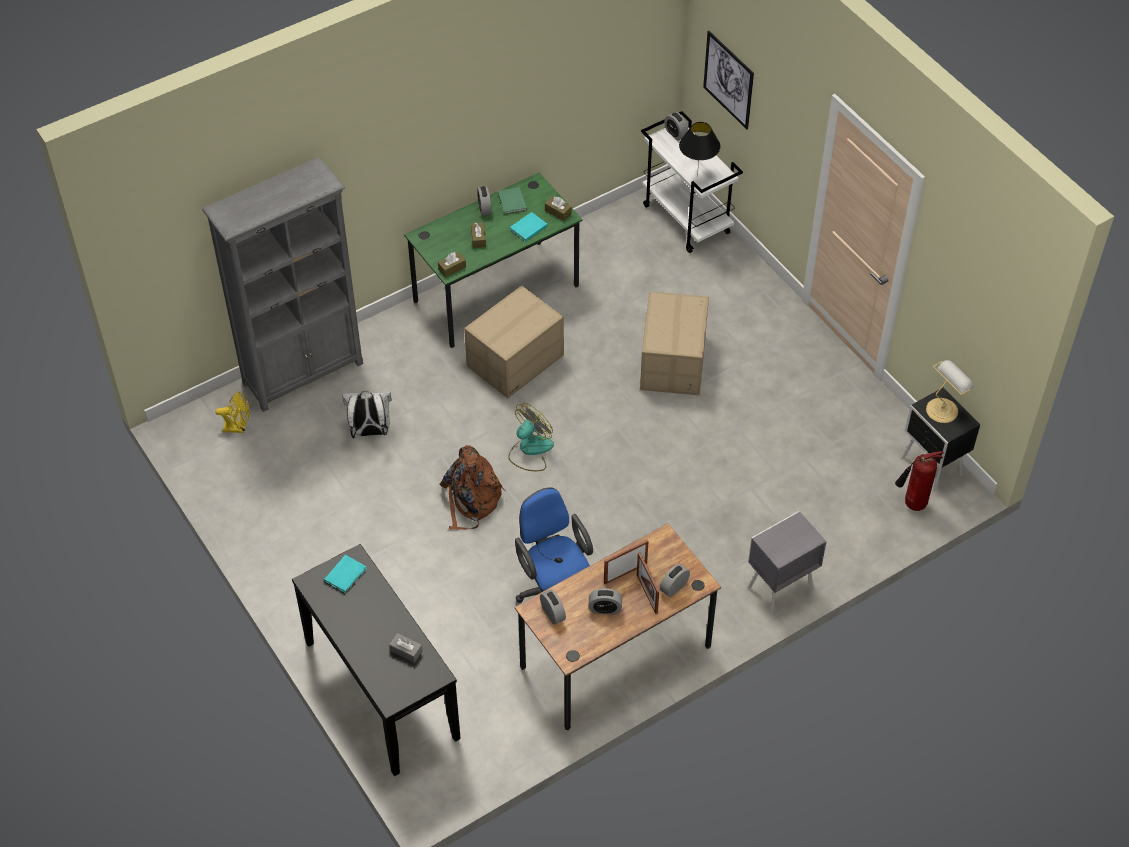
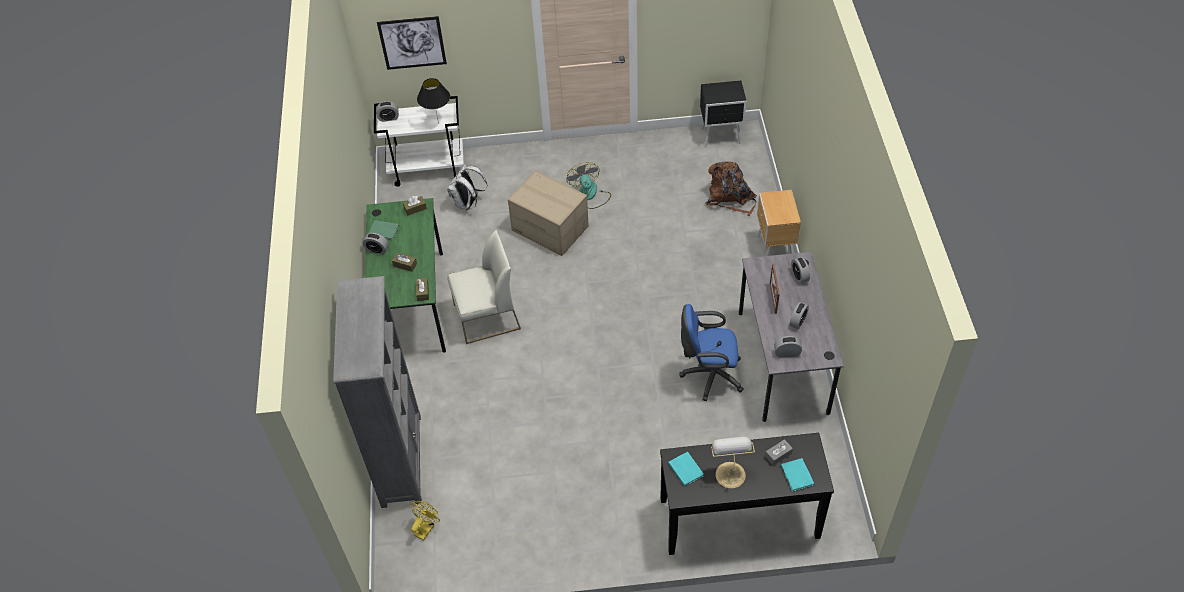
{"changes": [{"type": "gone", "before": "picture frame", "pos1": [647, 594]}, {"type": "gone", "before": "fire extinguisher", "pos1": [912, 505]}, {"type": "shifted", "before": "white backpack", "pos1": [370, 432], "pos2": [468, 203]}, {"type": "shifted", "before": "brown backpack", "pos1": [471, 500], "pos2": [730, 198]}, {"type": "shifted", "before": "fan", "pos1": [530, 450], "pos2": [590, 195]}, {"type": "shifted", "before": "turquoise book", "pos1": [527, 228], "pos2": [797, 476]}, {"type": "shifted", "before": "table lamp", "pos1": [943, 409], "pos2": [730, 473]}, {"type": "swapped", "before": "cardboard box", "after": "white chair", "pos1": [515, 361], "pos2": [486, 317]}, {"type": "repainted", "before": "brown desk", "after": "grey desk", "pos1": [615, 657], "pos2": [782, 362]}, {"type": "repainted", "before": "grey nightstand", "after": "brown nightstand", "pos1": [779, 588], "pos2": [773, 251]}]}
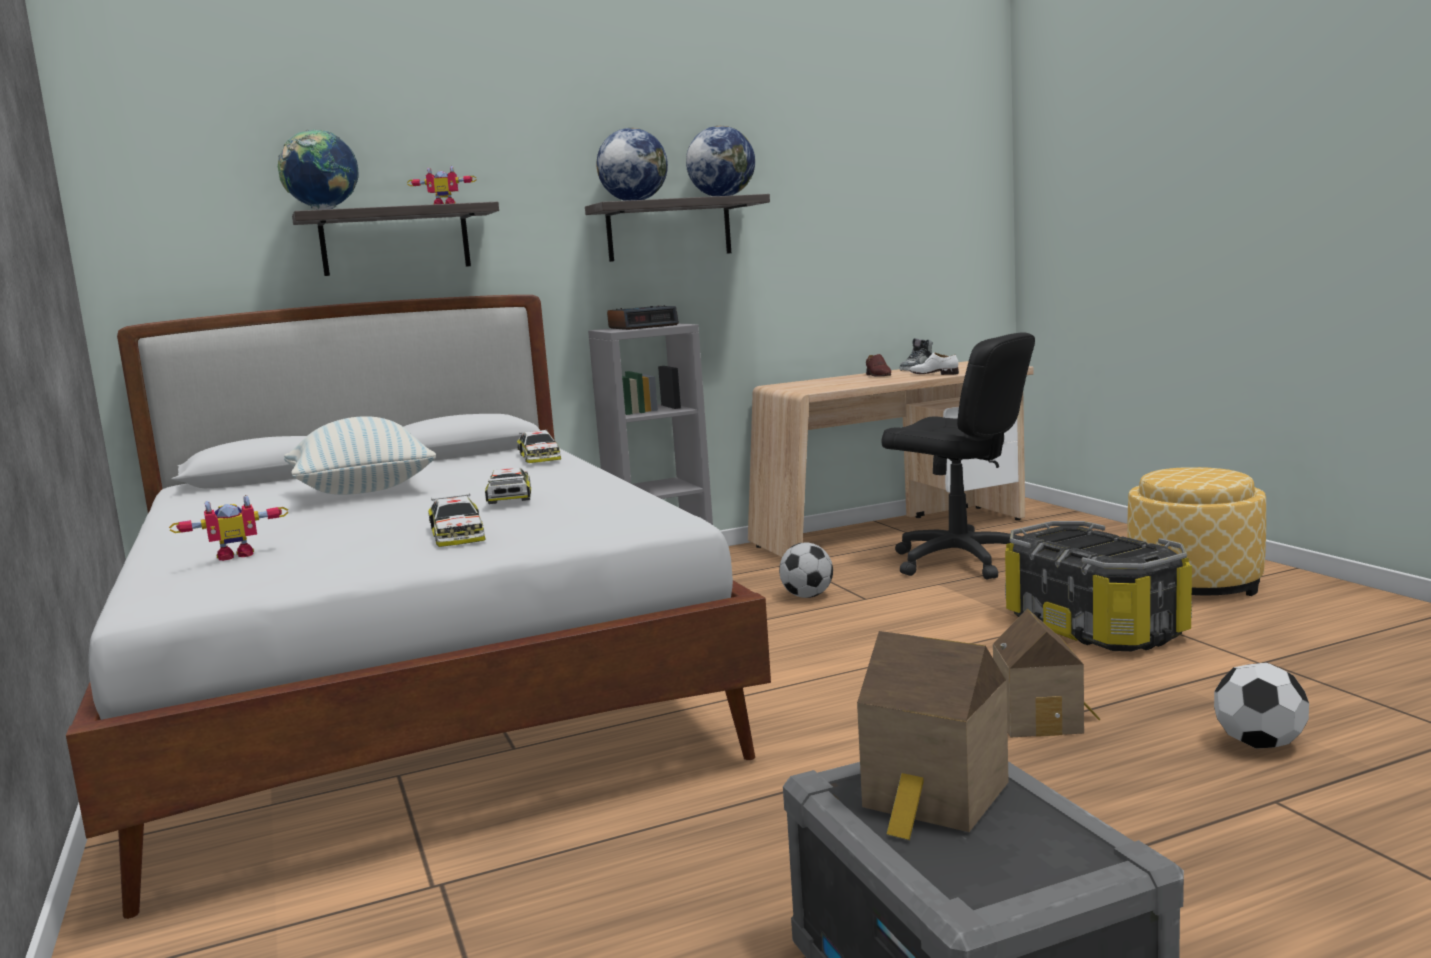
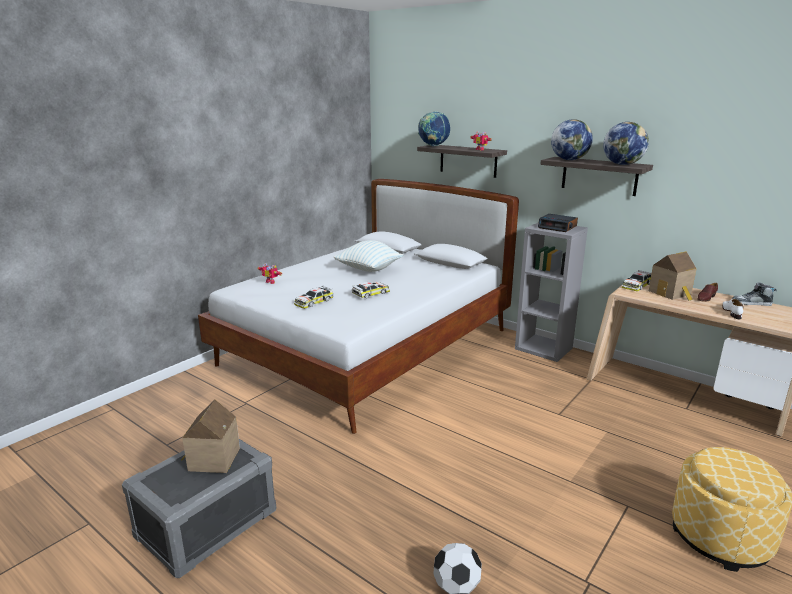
{"changes": [{"type": "gone", "before": "football", "pos1": [807, 596]}, {"type": "gone", "before": "black office chair", "pos1": [959, 561]}, {"type": "gone", "before": "storage box", "pos1": [1095, 627]}, {"type": "shifted", "before": "toy car", "pos1": [539, 457], "pos2": [636, 285]}, {"type": "shifted", "before": "toy house", "pos1": [1042, 720], "pos2": [671, 293]}]}
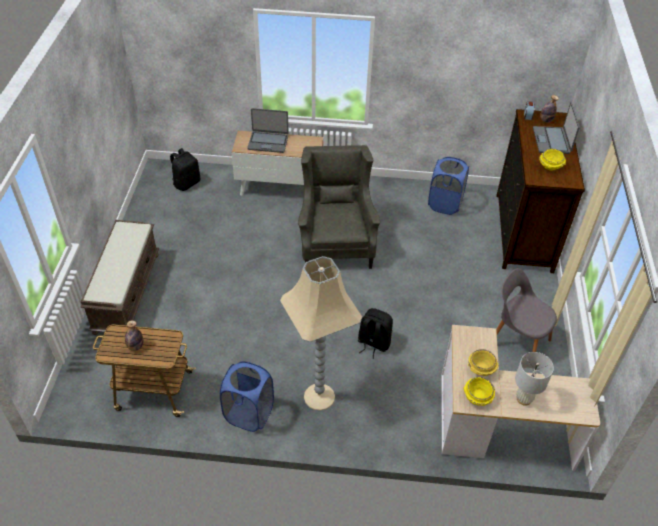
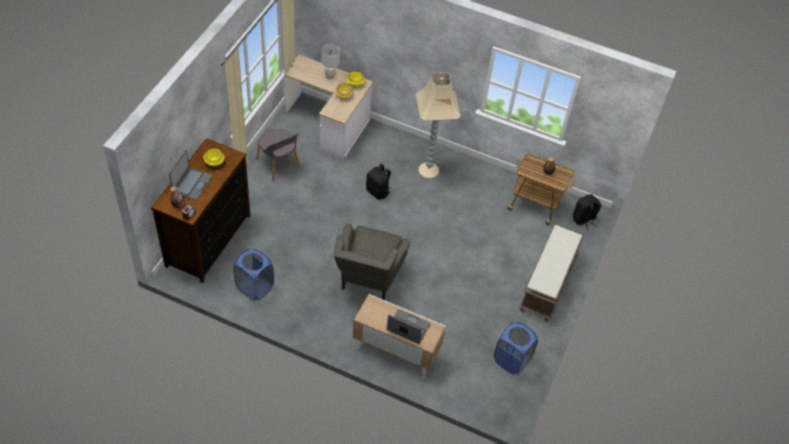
{"changes": [{"type": "shifted", "before": "black backpack", "pos1": [186, 183], "pos2": [583, 220]}, {"type": "shifted", "before": "blue laundry basket", "pos1": [249, 414], "pos2": [511, 360]}]}
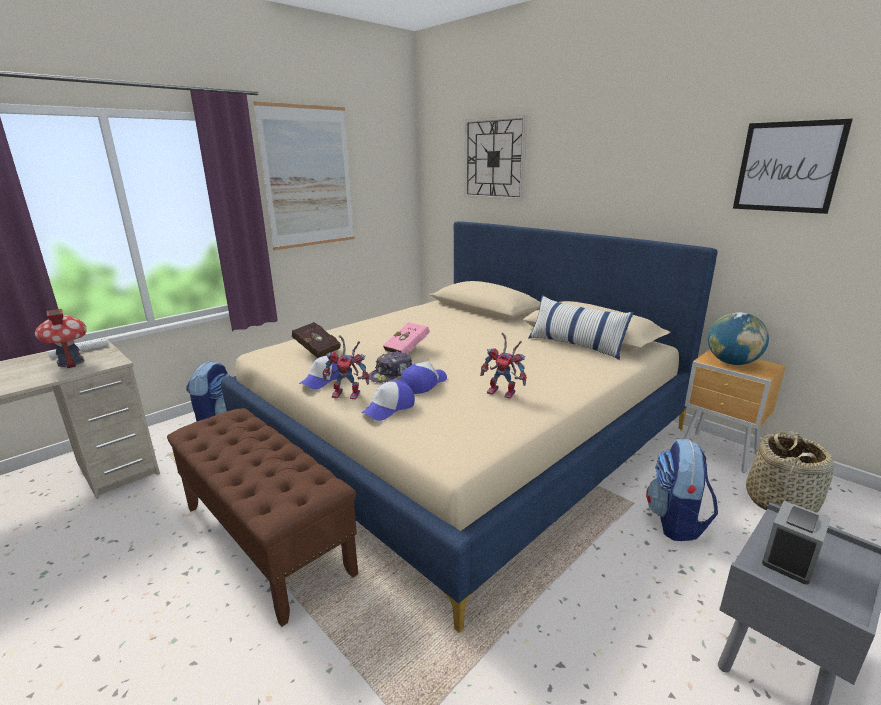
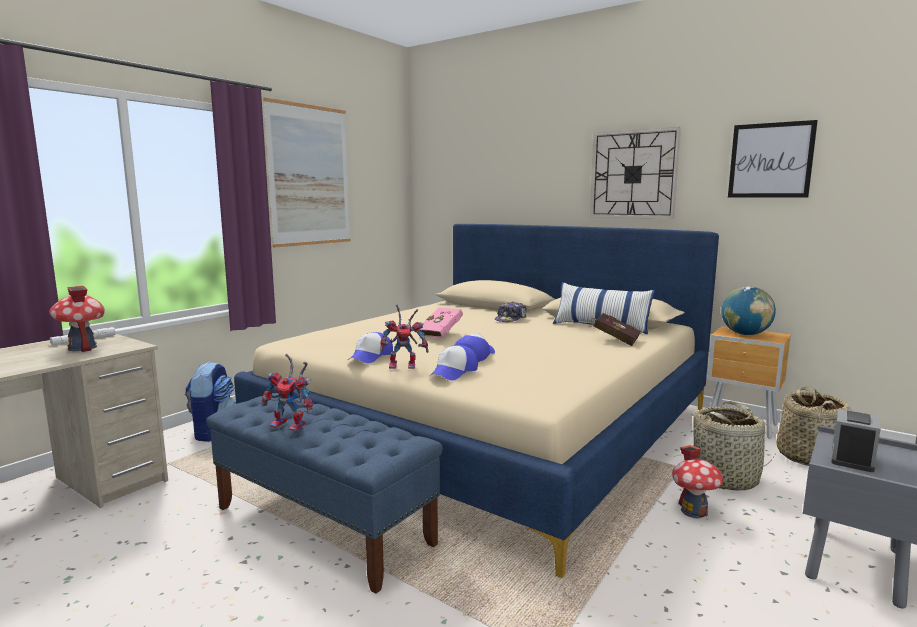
{"changes": [{"type": "new", "after": "toy house", "pos2": [694, 511]}, {"type": "shifted", "before": "red book", "pos1": [316, 350], "pos2": [614, 340]}, {"type": "shifted", "before": "cap", "pos1": [391, 374], "pos2": [511, 319]}, {"type": "shifted", "before": "wall clock", "pos1": [494, 159], "pos2": [633, 174]}, {"type": "shifted", "before": "toy robot", "pos1": [504, 392], "pos2": [292, 425]}, {"type": "swapped", "before": "backpack", "after": "basket", "pos1": [676, 521], "pos2": [726, 478]}, {"type": "repainted", "before": "brown bench", "after": "blue bench", "pos1": [266, 539], "pos2": [323, 526]}]}
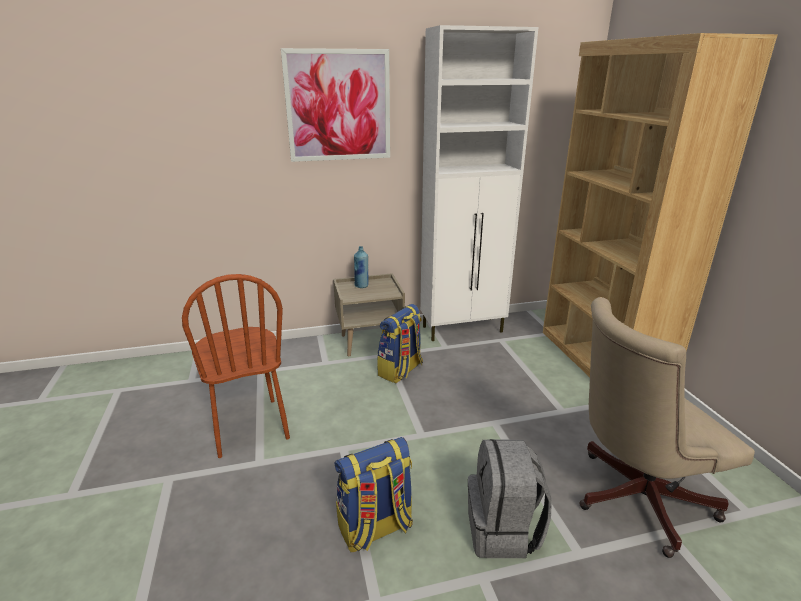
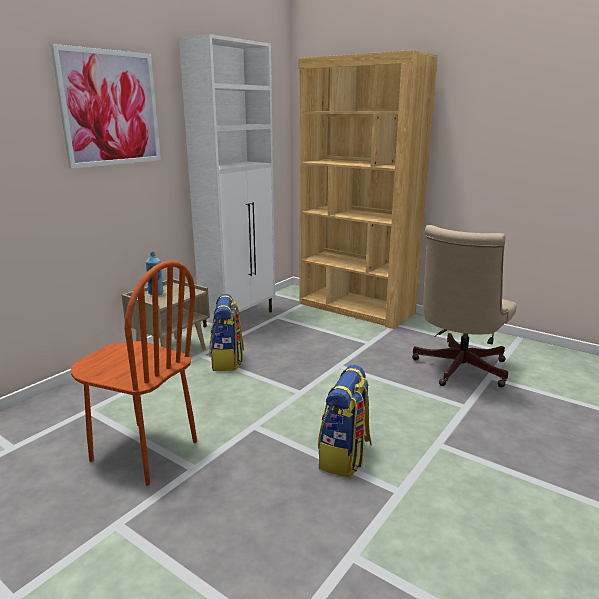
{"changes": [{"type": "gone", "before": "grey backpack", "pos1": [503, 531]}]}
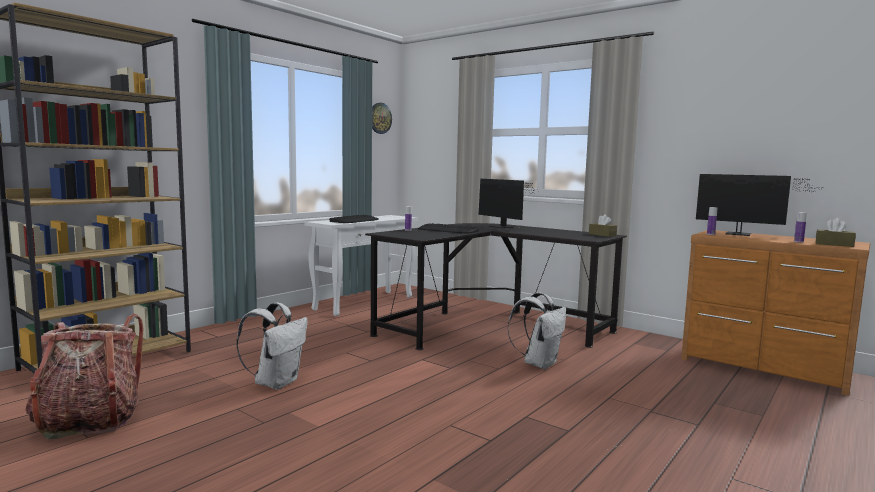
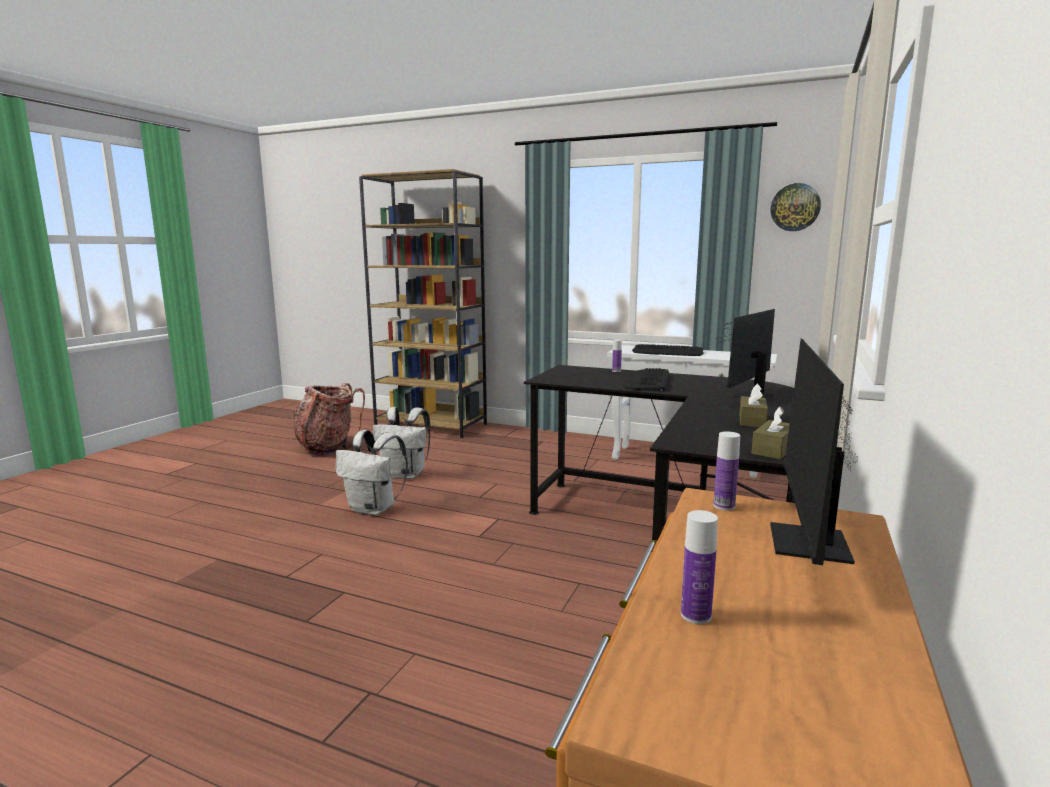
{"changes": [{"type": "shifted", "before": "white backpack", "pos1": [539, 363], "pos2": [374, 509]}, {"type": "shifted", "before": "brown tissue box", "pos1": [834, 244], "pos2": [752, 421]}]}
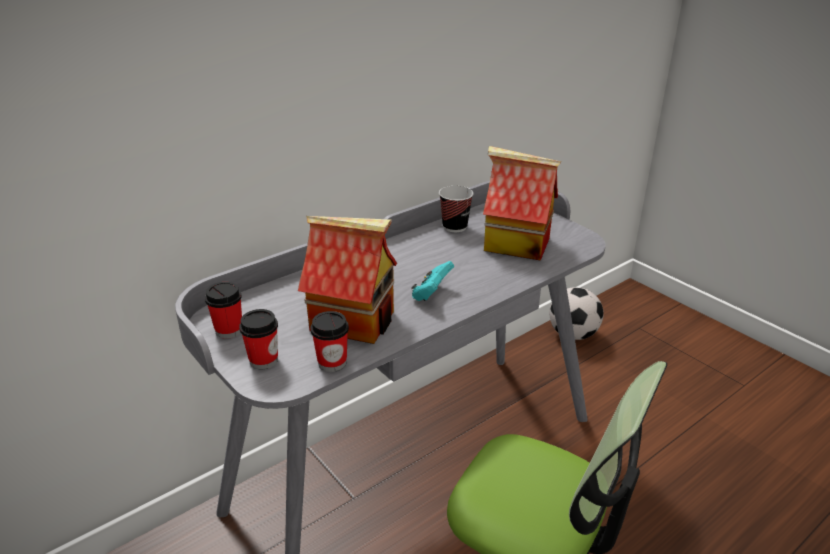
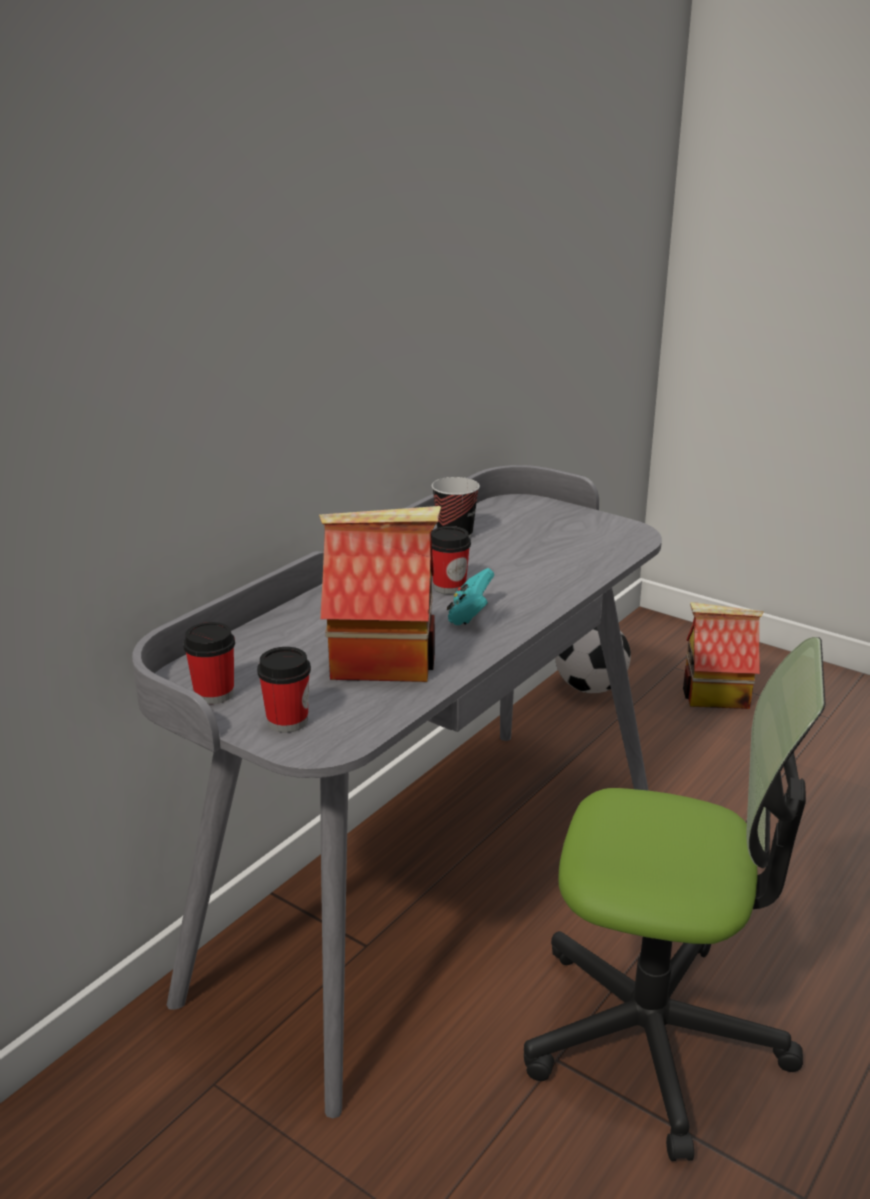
{"changes": [{"type": "shifted", "before": "cup", "pos1": [332, 362], "pos2": [449, 587]}, {"type": "shifted", "before": "toy house", "pos1": [515, 245], "pos2": [715, 695]}]}
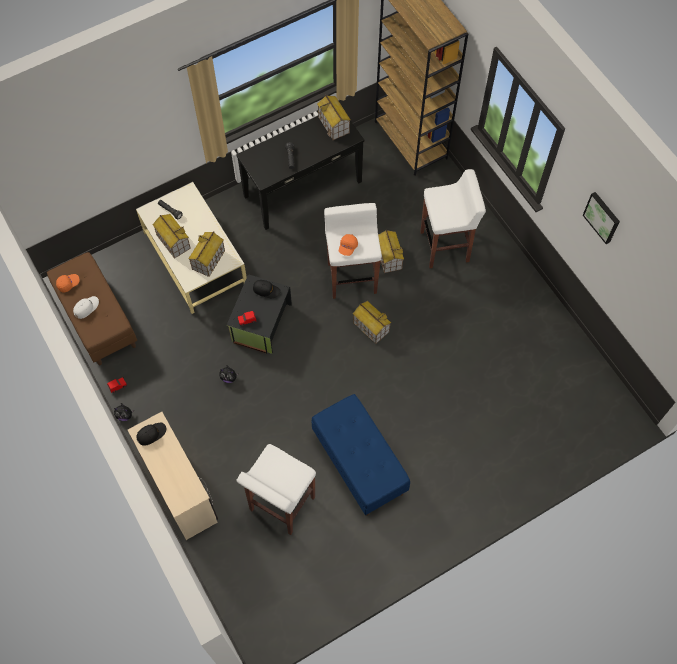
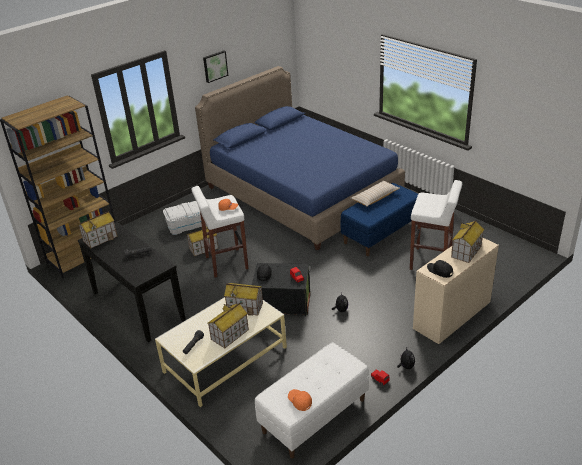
{"changes": [{"type": "gone", "before": "white cap", "pos1": [86, 308]}, {"type": "new", "after": "blue bed", "pos2": [302, 193]}, {"type": "new", "after": "beige pillow", "pos2": [375, 198]}, {"type": "shifted", "before": "toy house", "pos1": [370, 327], "pos2": [466, 252]}, {"type": "swapped", "before": "white stool", "after": "white storage box", "pos1": [445, 247], "pos2": [189, 225]}, {"type": "repainted", "before": "brown bench", "after": "white bench", "pos1": [97, 319], "pos2": [314, 416]}]}
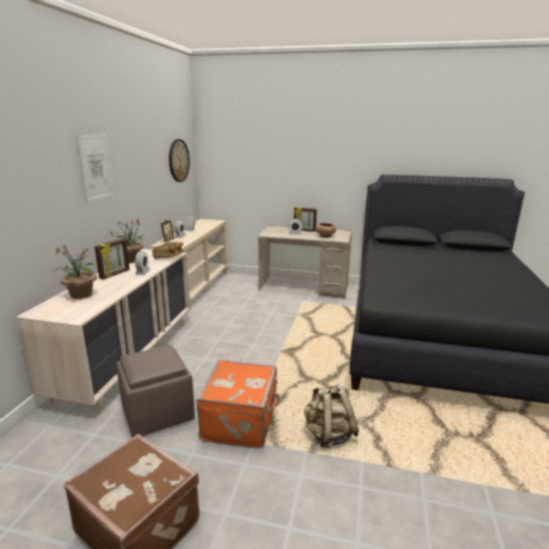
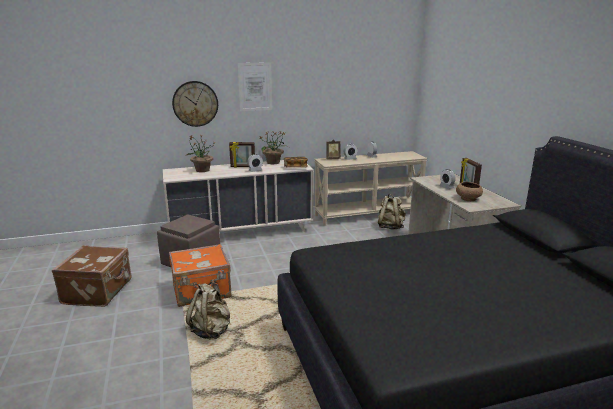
{"changes": [{"type": "new", "after": "beige backpack", "pos2": [390, 227]}, {"type": "shifted", "before": "wall clock", "pos1": [178, 160], "pos2": [195, 103]}]}
